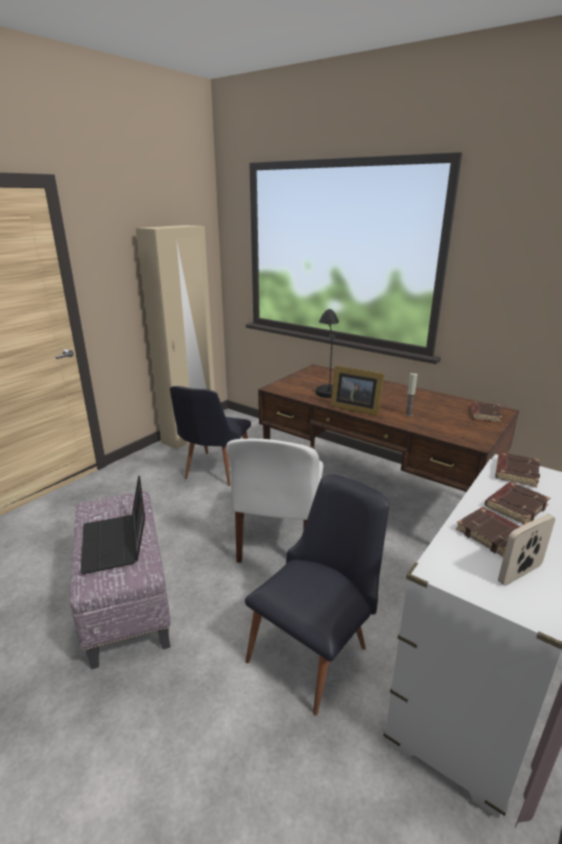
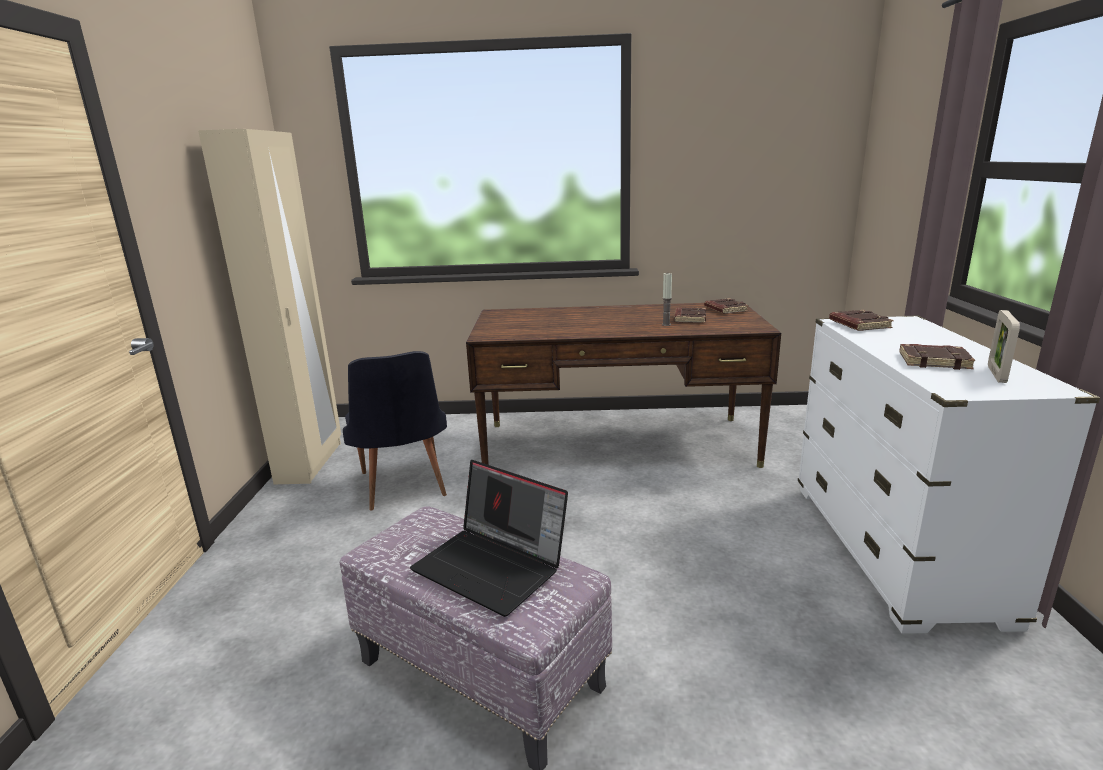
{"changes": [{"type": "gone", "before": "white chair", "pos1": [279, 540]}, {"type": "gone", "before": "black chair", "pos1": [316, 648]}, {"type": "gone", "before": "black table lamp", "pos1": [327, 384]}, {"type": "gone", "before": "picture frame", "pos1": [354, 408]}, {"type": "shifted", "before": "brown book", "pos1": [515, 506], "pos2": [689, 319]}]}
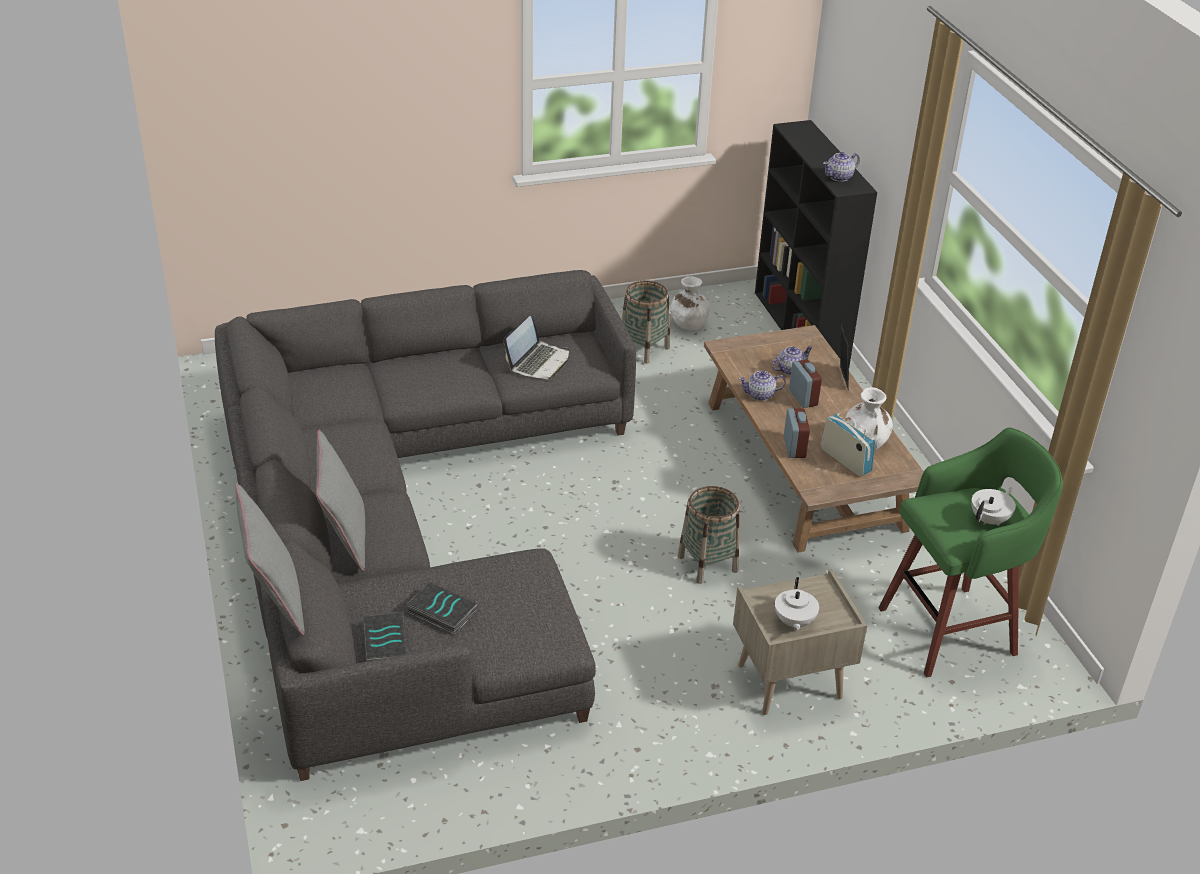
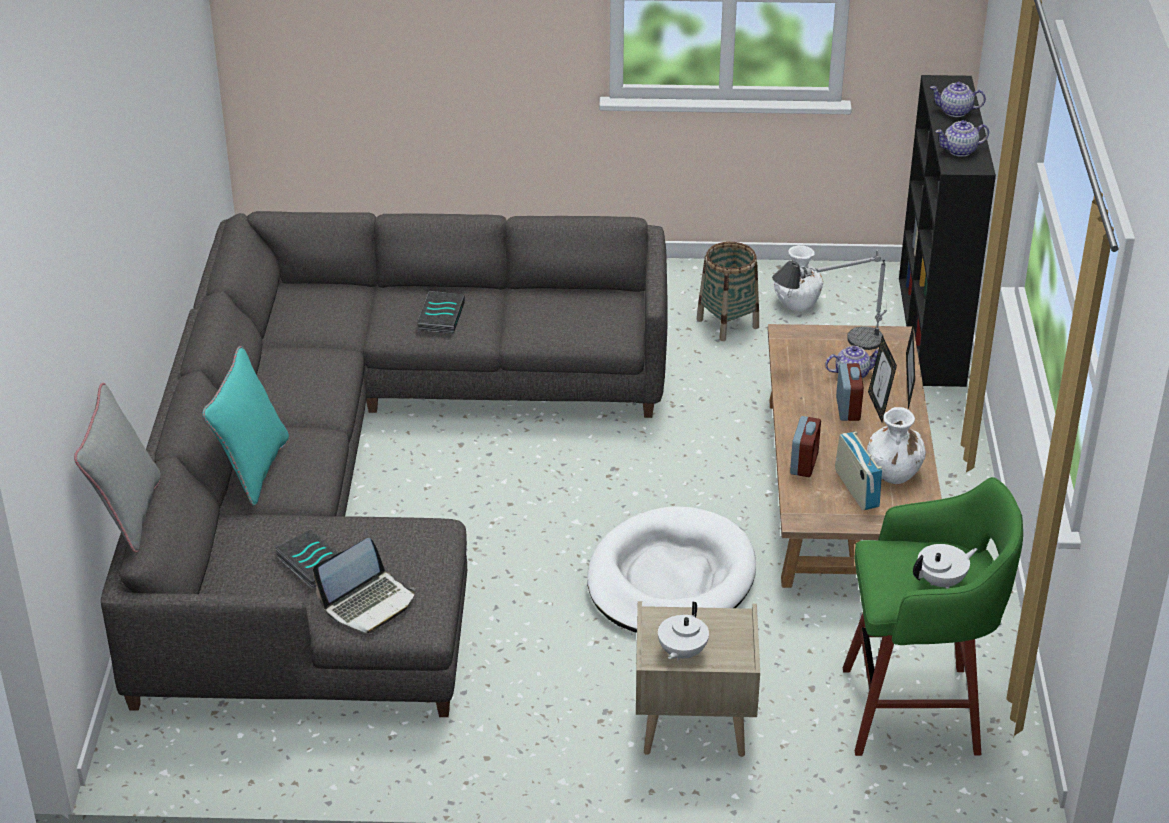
{"changes": [{"type": "new", "after": "table lamp", "pos2": [830, 346]}, {"type": "new", "after": "picture frame", "pos2": [879, 407]}, {"type": "shifted", "before": "book", "pos1": [384, 643], "pos2": [440, 316]}, {"type": "shifted", "before": "laptop", "pos1": [538, 362], "pos2": [369, 603]}, {"type": "shifted", "before": "teapot", "pos1": [760, 395], "pos2": [956, 111]}, {"type": "swapped", "before": "basket", "after": "white dog bed", "pos1": [707, 564], "pos2": [670, 579]}, {"type": "repainted", "before": "grey pillow", "after": "turquoise pillow", "pos1": [344, 539], "pos2": [253, 469]}]}
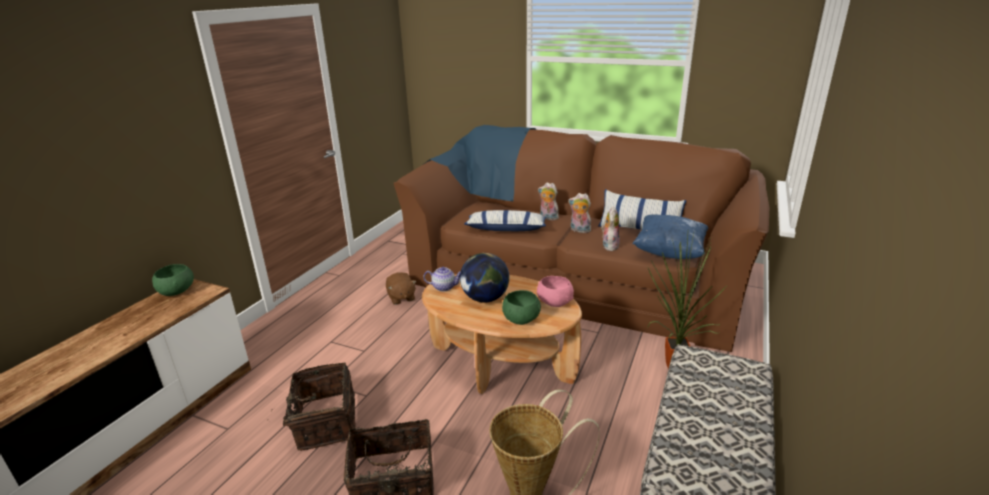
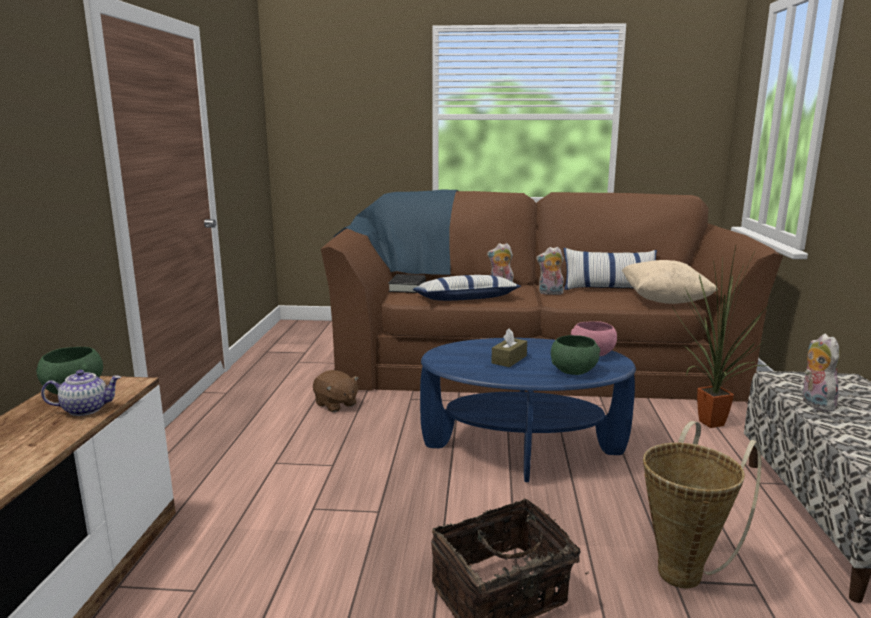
{"changes": [{"type": "gone", "before": "basket", "pos1": [324, 422]}, {"type": "new", "after": "black book", "pos2": [407, 287]}, {"type": "shifted", "before": "teapot", "pos1": [444, 287], "pos2": [86, 409]}, {"type": "shifted", "before": "plush toy", "pos1": [609, 246], "pos2": [814, 403]}, {"type": "swapped", "before": "globe", "after": "brown tissue box", "pos1": [485, 298], "pos2": [509, 359]}, {"type": "repainted", "before": "brown coffee table", "after": "blue coffee table", "pos1": [500, 364], "pos2": [523, 450]}, {"type": "repainted", "before": "blue pillow", "after": "beige pillow", "pos1": [669, 252], "pos2": [664, 301]}]}
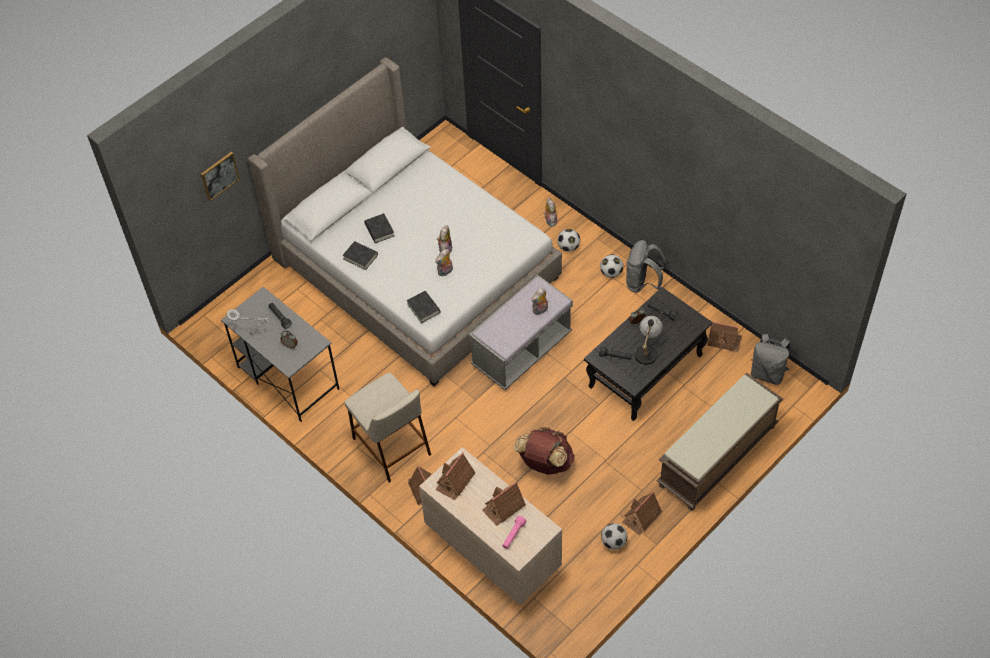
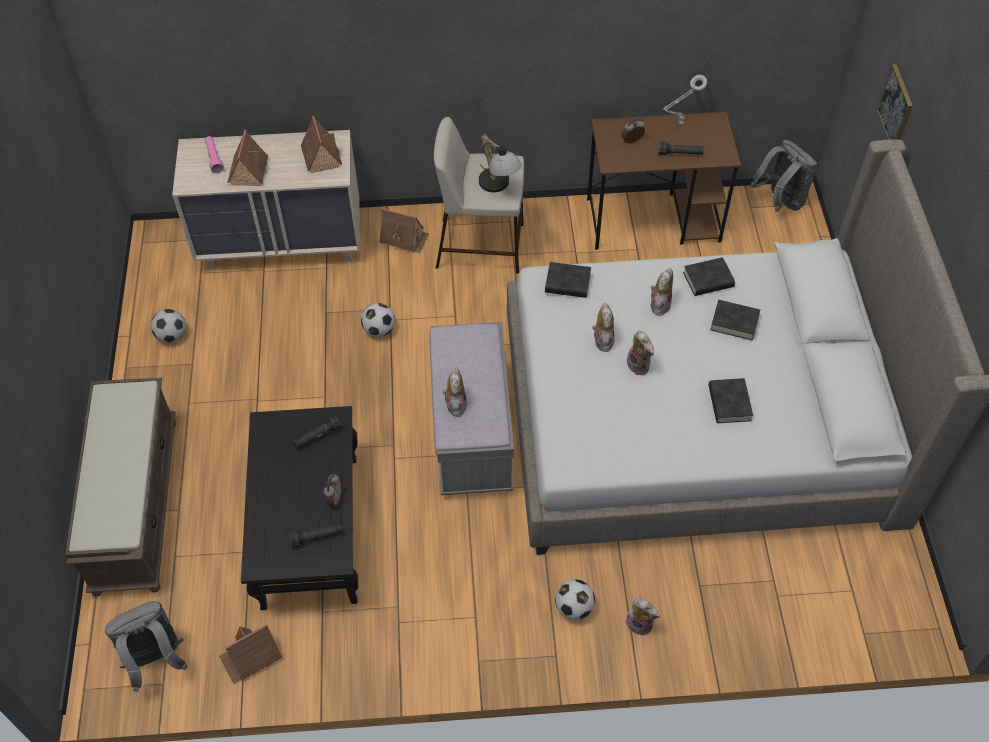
{"changes": [{"type": "gone", "before": "brown backpack", "pos1": [545, 463]}, {"type": "gone", "before": "toy house", "pos1": [641, 517]}, {"type": "new", "after": "plush toy", "pos2": [659, 304]}, {"type": "new", "after": "black book", "pos2": [729, 403]}, {"type": "shifted", "before": "football", "pos1": [611, 273], "pos2": [379, 330]}, {"type": "shifted", "before": "grey backpack", "pos1": [643, 283], "pos2": [780, 201]}, {"type": "shifted", "before": "table lamp", "pos1": [647, 350], "pos2": [498, 187]}, {"type": "repainted", "before": "grey desk", "after": "brown desk", "pos1": [287, 377], "pos2": [654, 220]}]}
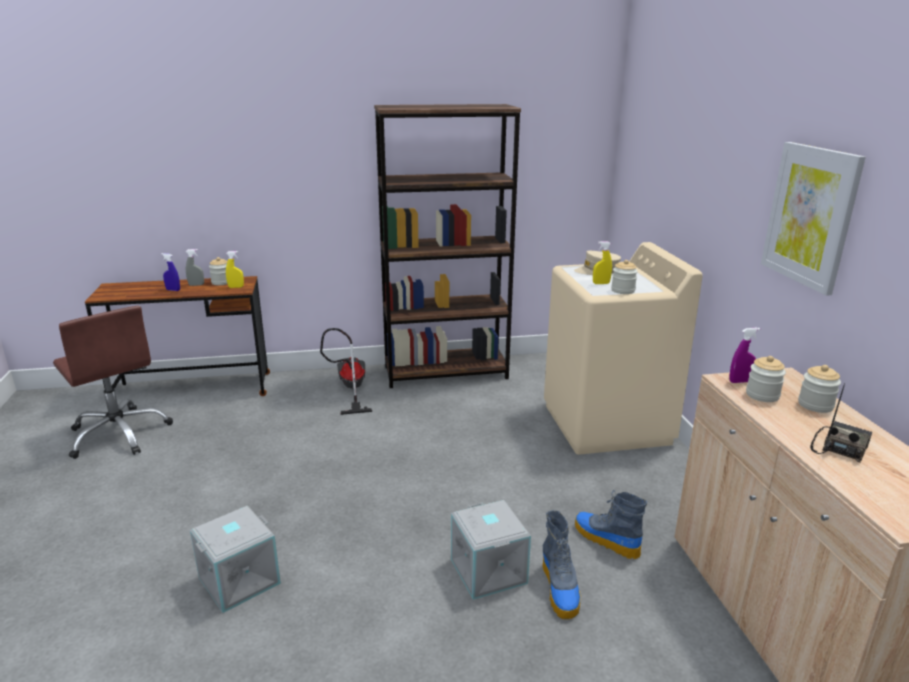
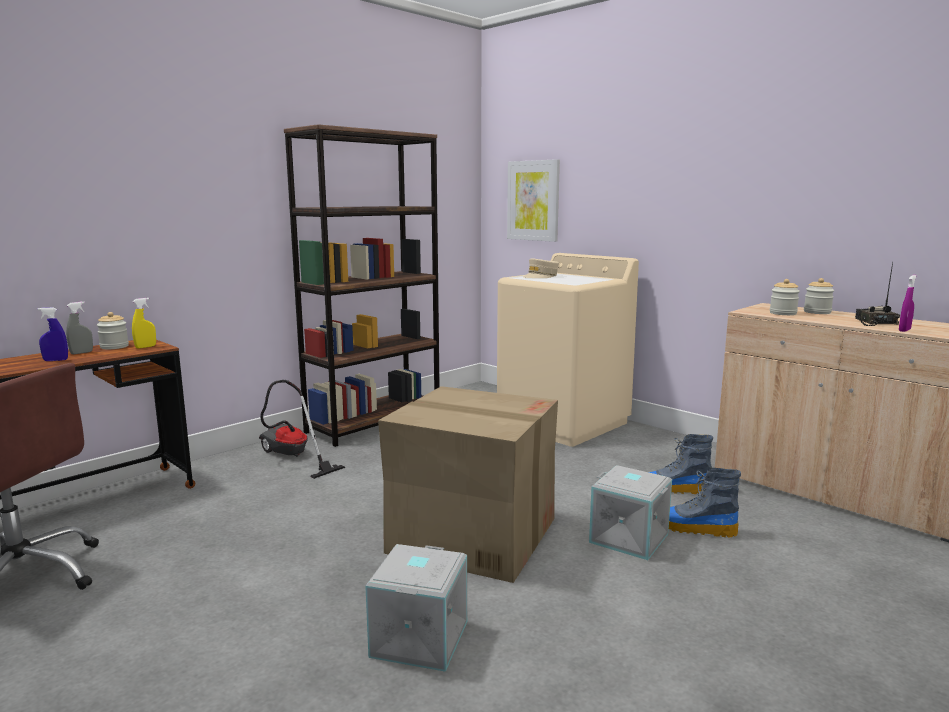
{"changes": [{"type": "gone", "before": "yellow spray bottle", "pos1": [601, 283]}, {"type": "gone", "before": "jar", "pos1": [623, 290]}, {"type": "new", "after": "cardboard box", "pos2": [472, 534]}, {"type": "shifted", "before": "purple spray bottle", "pos1": [740, 381], "pos2": [904, 330]}, {"type": "shifted", "before": "picture", "pos1": [810, 216], "pos2": [533, 200]}, {"type": "rotated", "before": "boot", "pos1": [560, 589], "pos2": [694, 528], "turn": 150}]}
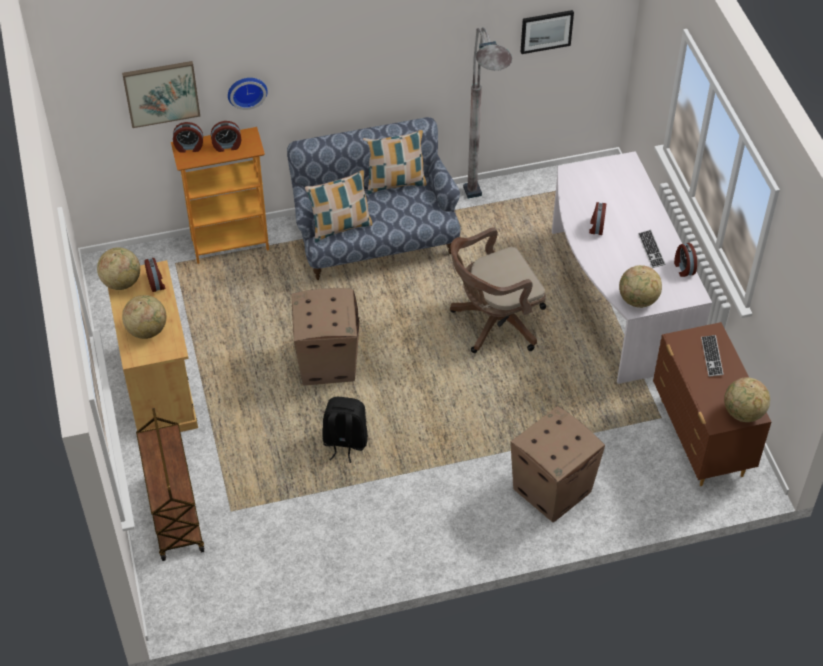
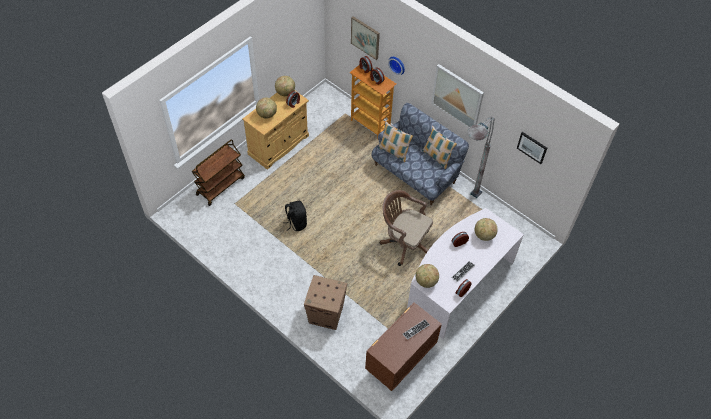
{"changes": [{"type": "gone", "before": "cardboard box", "pos1": [327, 362]}, {"type": "new", "after": "picture", "pos2": [457, 97]}, {"type": "shifted", "before": "globe", "pos1": [743, 413], "pos2": [484, 235]}]}
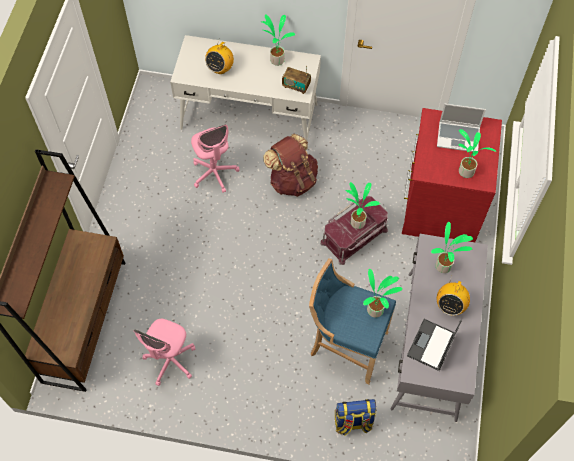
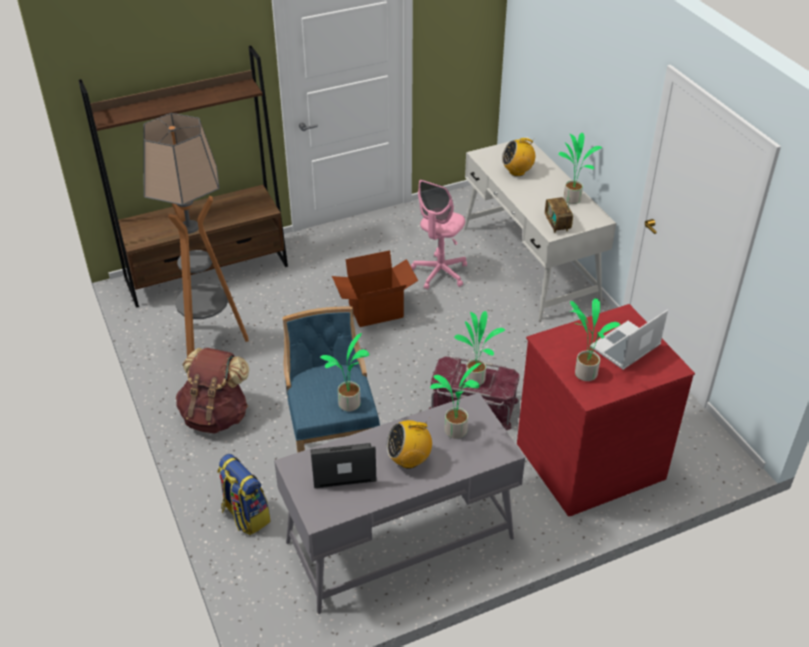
{"changes": [{"type": "new", "after": "cardboard box", "pos2": [376, 311]}, {"type": "shifted", "before": "brown backpack", "pos1": [292, 180], "pos2": [216, 415]}, {"type": "swapped", "before": "pink office chair", "after": "floor lamp", "pos1": [170, 361], "pos2": [209, 344]}, {"type": "rotated", "before": "laptop", "pos1": [458, 137], "pos2": [625, 347], "turn": 75}]}
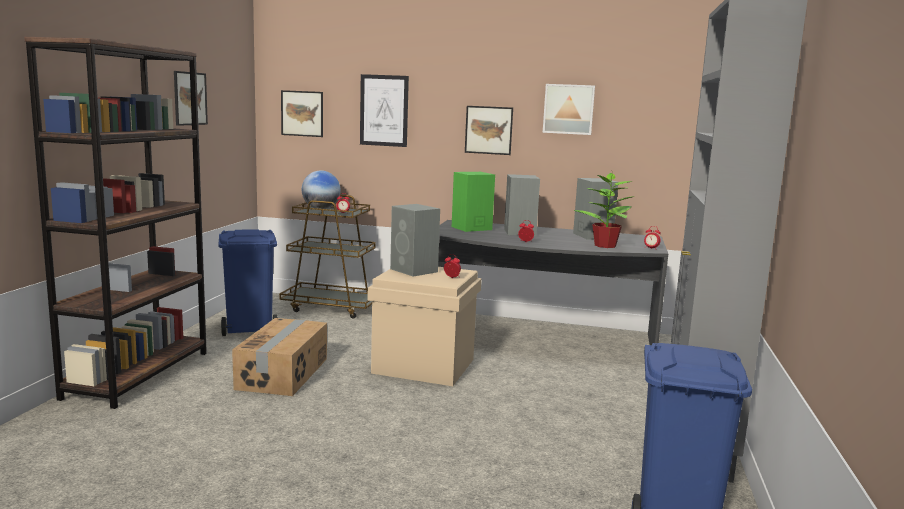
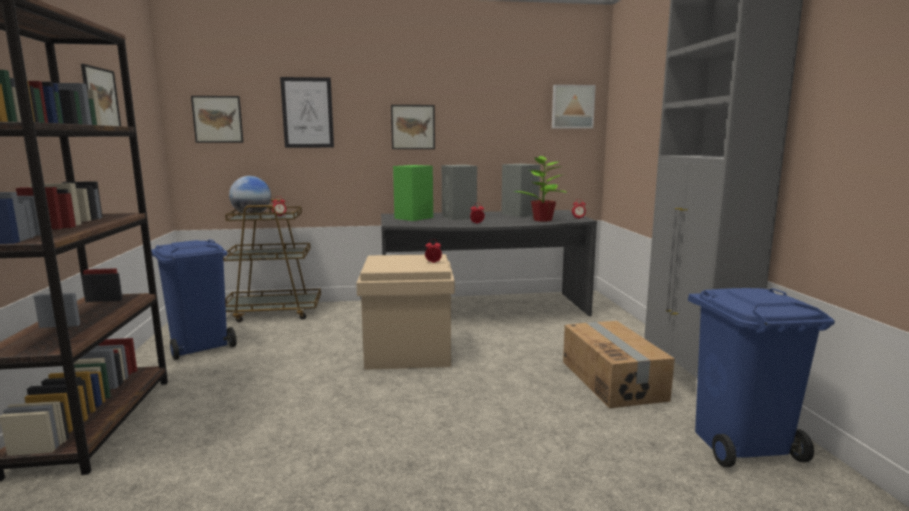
{"changes": [{"type": "gone", "before": "grey speaker", "pos1": [414, 270]}, {"type": "shifted", "before": "cardboard box", "pos1": [284, 373], "pos2": [613, 380]}, {"type": "shifted", "before": "picture", "pos1": [568, 109], "pos2": [572, 107]}]}
